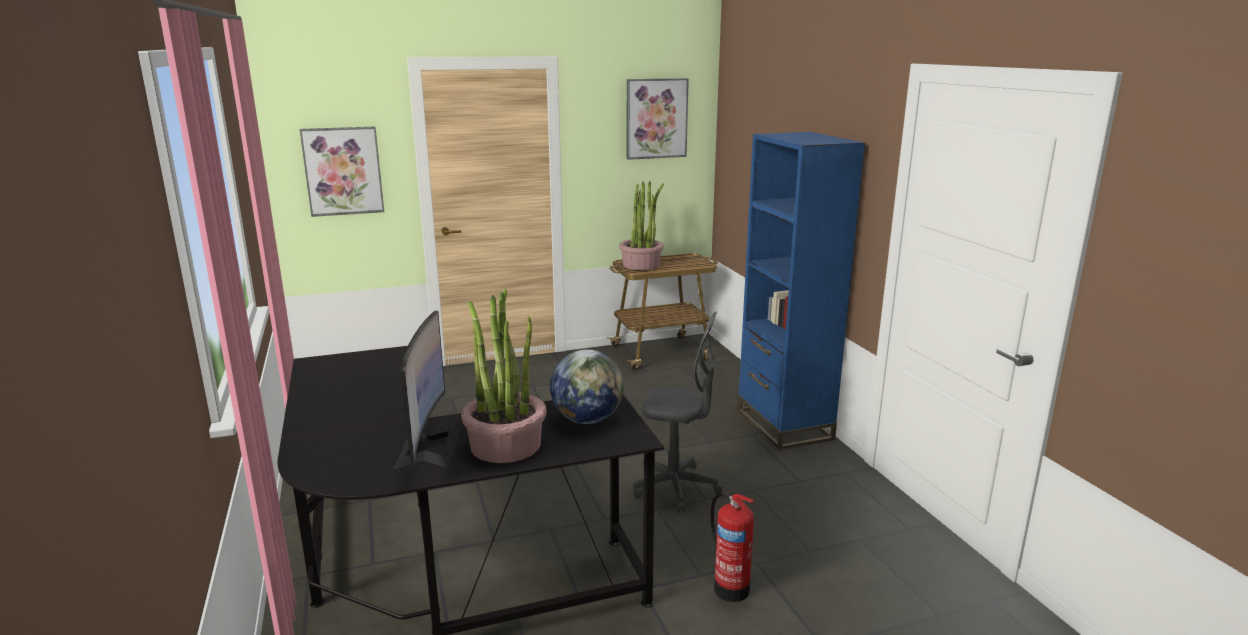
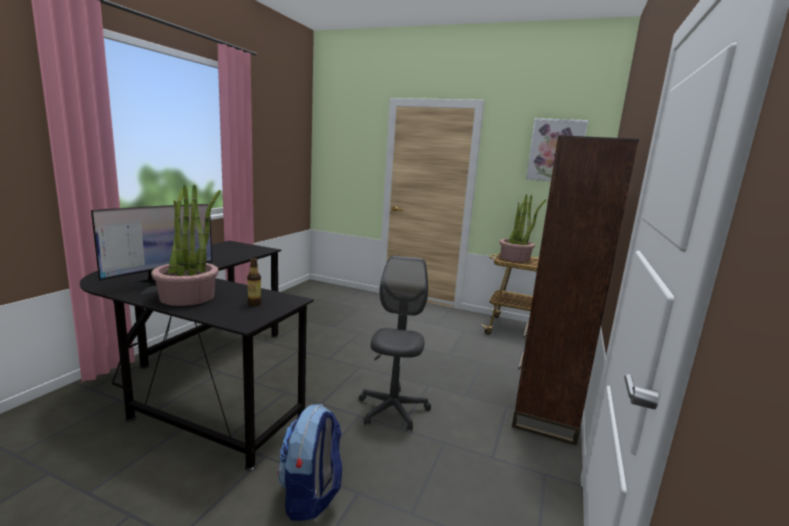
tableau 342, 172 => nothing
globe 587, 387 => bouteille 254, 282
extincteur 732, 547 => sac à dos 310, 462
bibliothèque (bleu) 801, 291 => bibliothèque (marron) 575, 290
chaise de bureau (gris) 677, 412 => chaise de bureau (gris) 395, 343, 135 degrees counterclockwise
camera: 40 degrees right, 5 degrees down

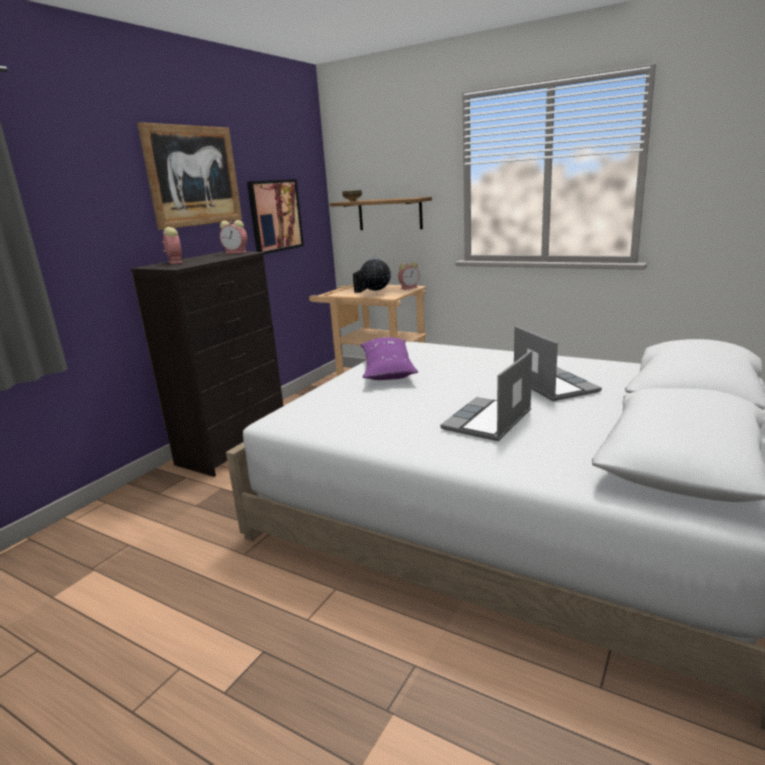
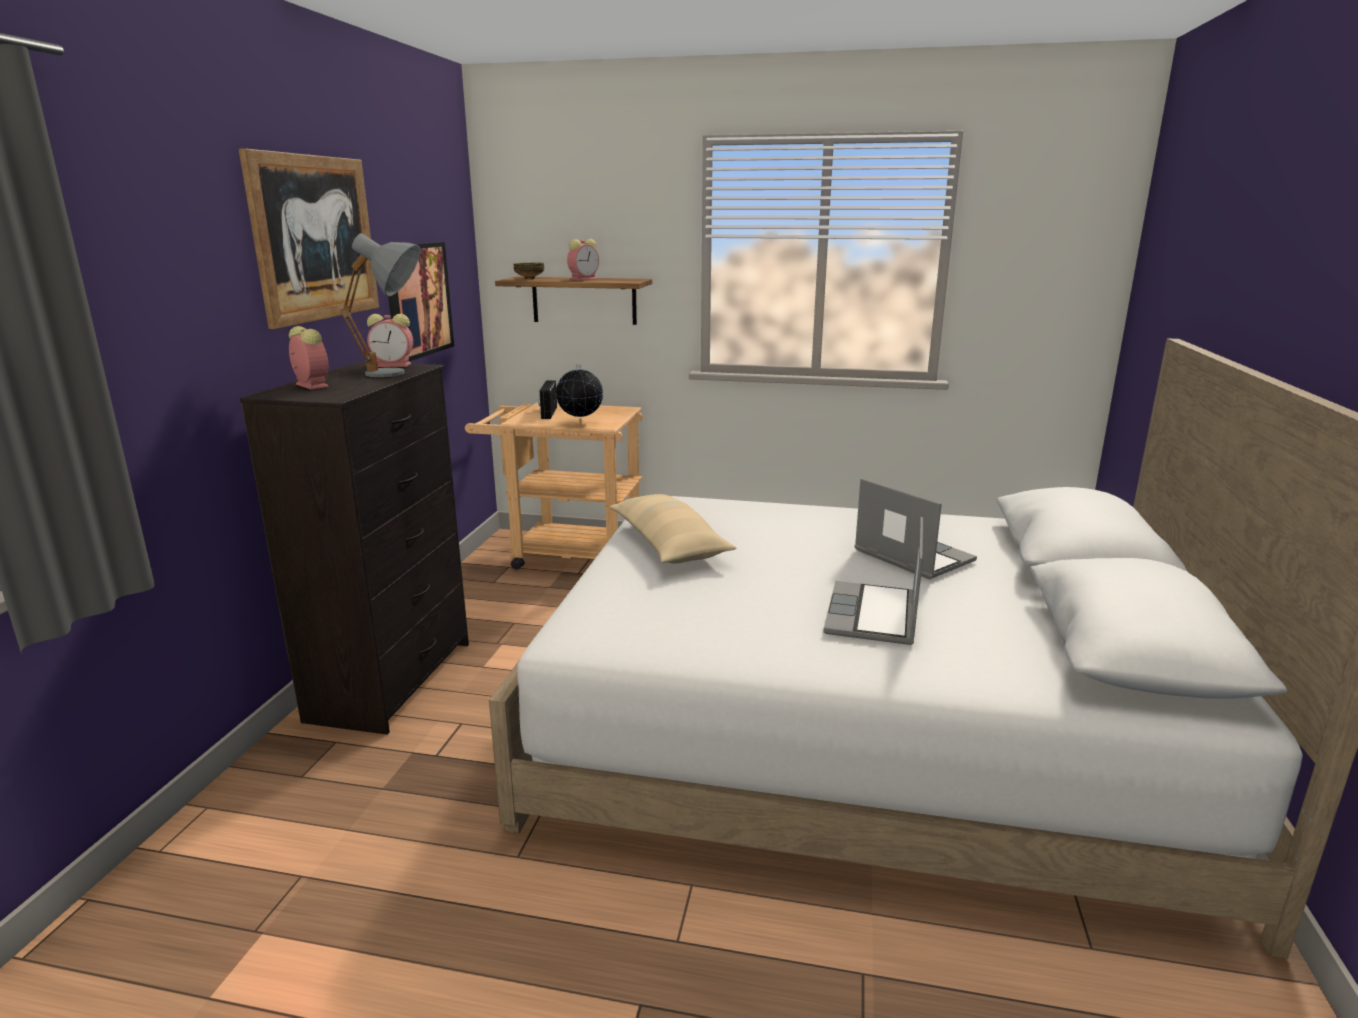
nothing => lampe de table (gris) 380, 305
réveil 409, 276 => réveil 583, 260, shifted
coussin (violet) 389, 358 => coussin (beige) 673, 529
camera: 20 degrees left, 0 degrees up

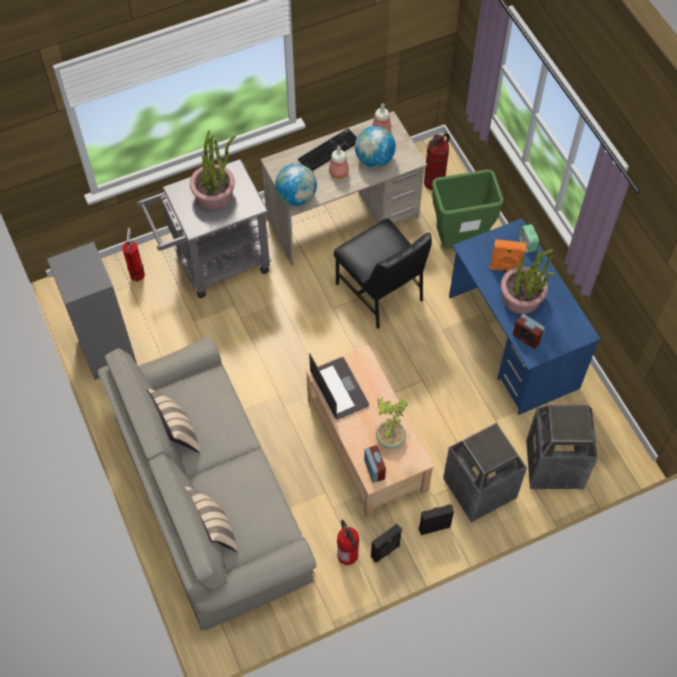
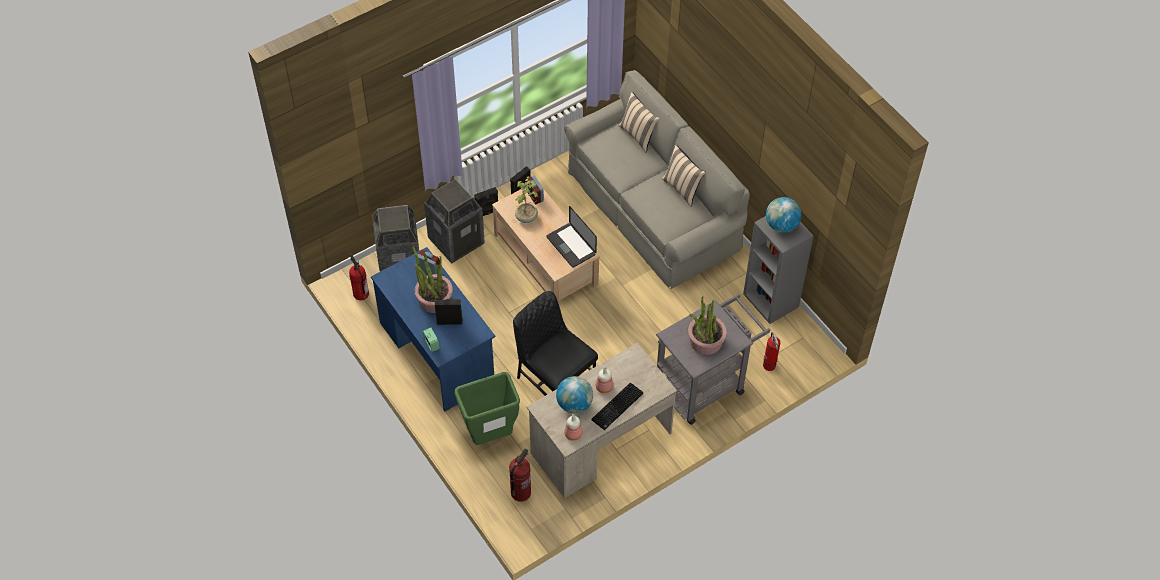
globe 296, 185 => globe 784, 215, shifted
extincteur 348, 542 => extincteur 359, 276, shifted
enceinte (orange) 508, 255 => enceinte (noir) 448, 312
camera: 170 degrees right, 5 degrees down

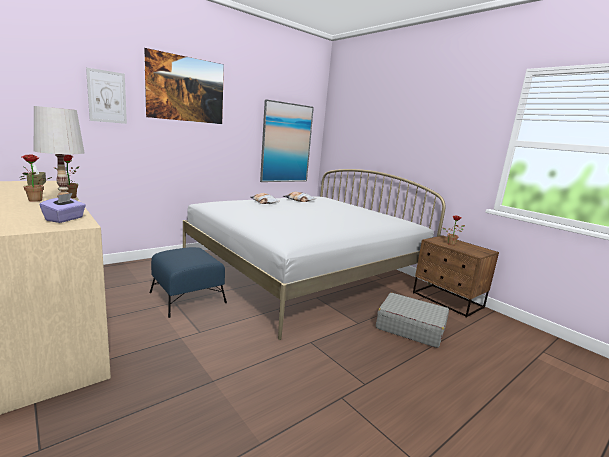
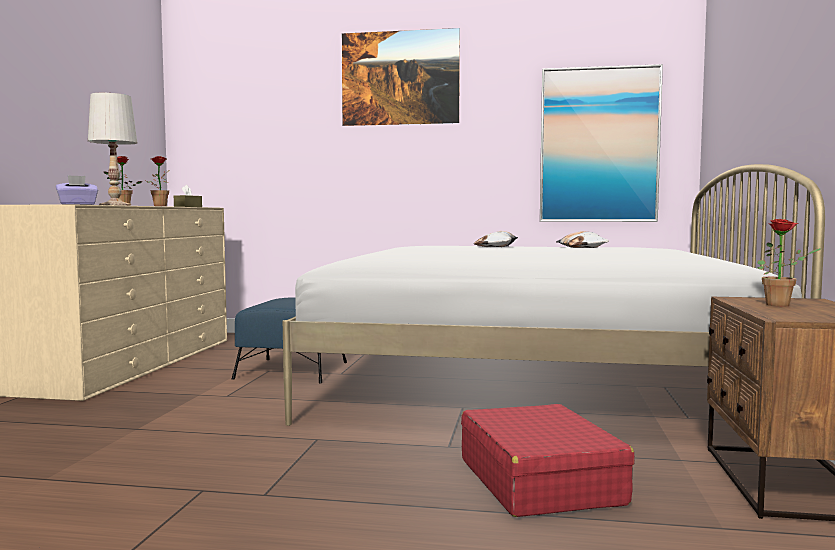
tableau 106, 95 => nothing
valise (gris) 412, 320 => valise (rouge) 548, 460
camera: 50 degrees right, 10 degrees down

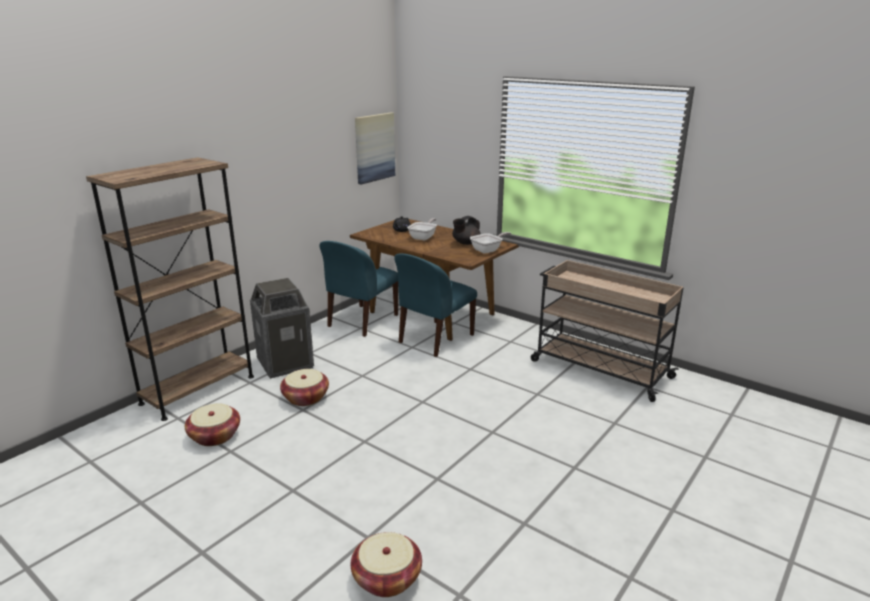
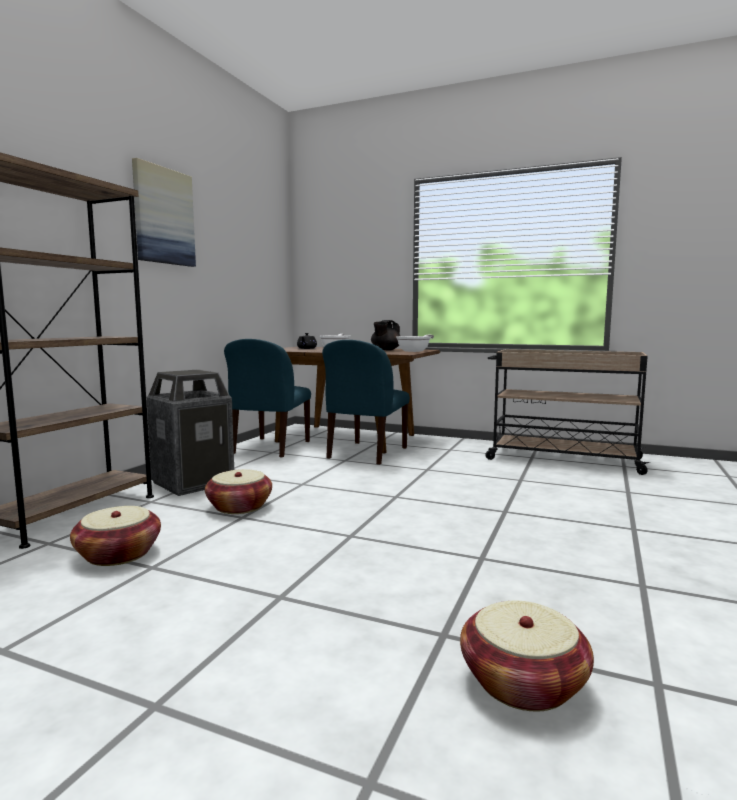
tableau 375, 149 => tableau 164, 212, shifted
camera: 15 degrees left, 15 degrees down

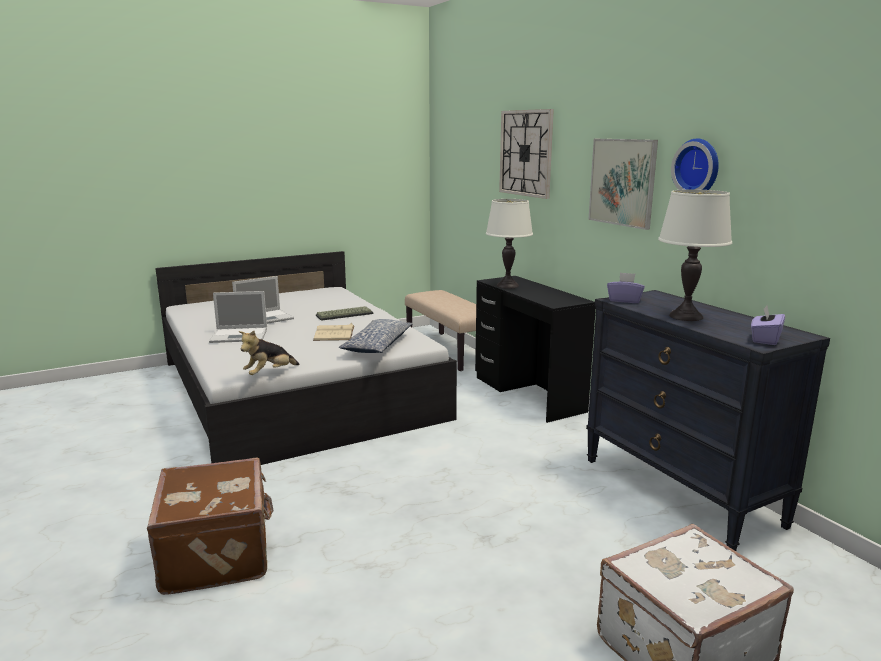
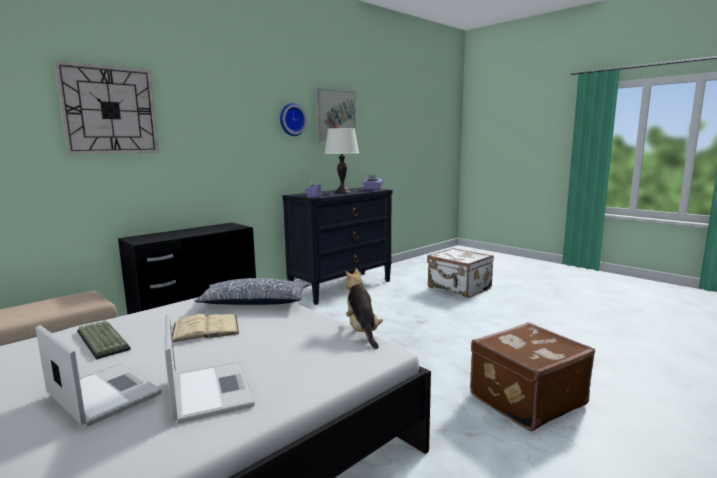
lampe de table (blanc) 509, 244 => nothing
tableau 623, 184 => tableau 336, 115, shifted
peluche 269, 353 => peluche 363, 309, 135 degrees counterclockwise
camera: 105 degrees left, 5 degrees down

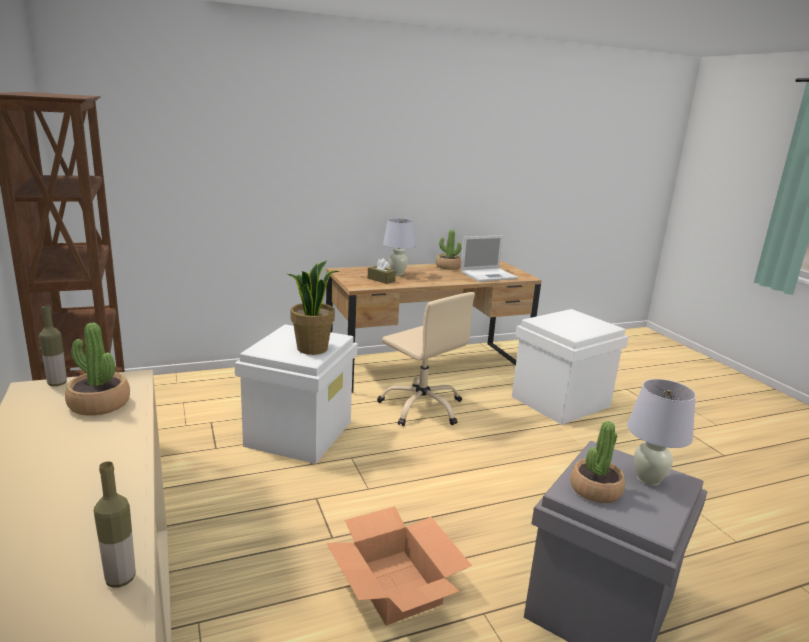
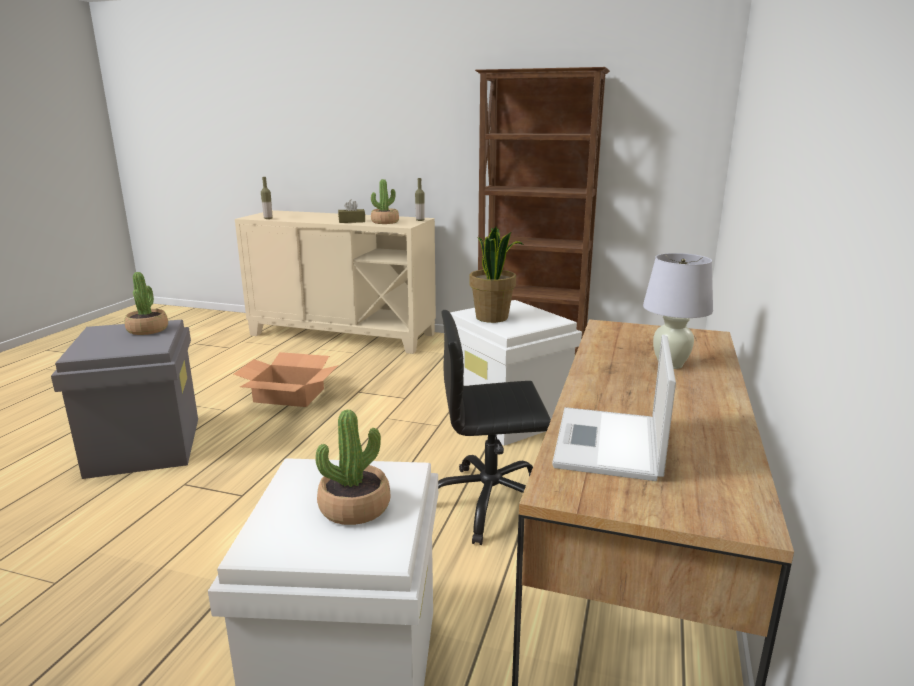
lampe de table (blanc) 661, 432 => nothing
boîte à mouchoirs (marron) 382, 271 => boîte à mouchoirs (marron) 351, 211, shifted
plante en pot 448, 249 => plante en pot 352, 467, shifted
chaise de bureau (beige) 426, 359 => chaise de bureau (noir) 494, 427
camera: 130 degrees right, 0 degrees up

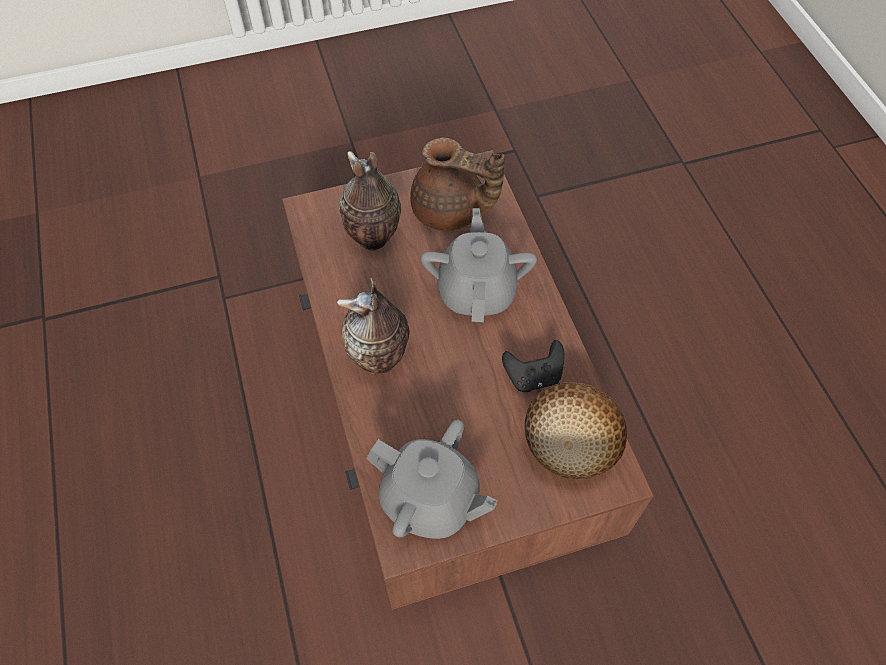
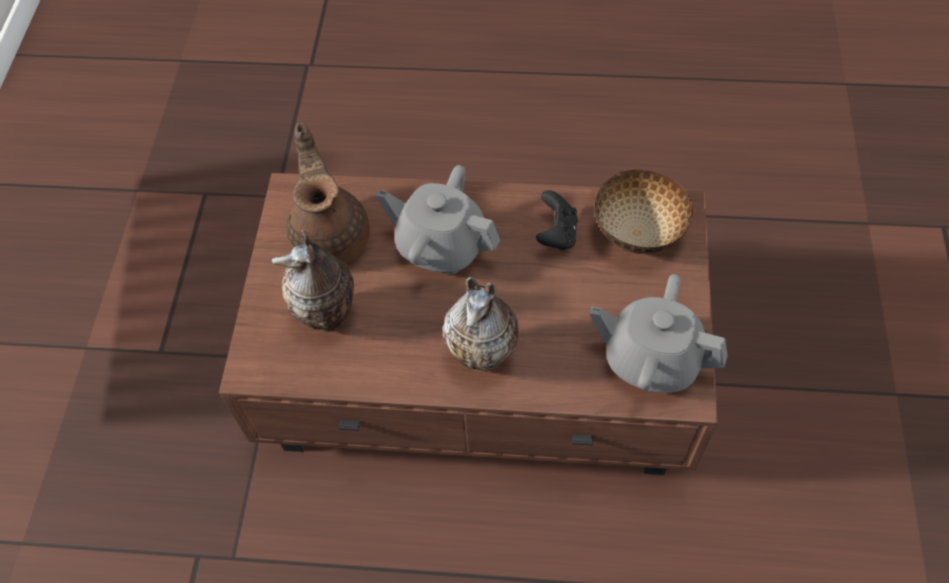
théière (gris) 432, 479 => théière (gris) 658, 333, 120 degrees counterclockwise
théière (marron) 457, 184 => théière (marron) 328, 193, 60 degrees counterclockwise
camera: 65 degrees left, 0 degrees up

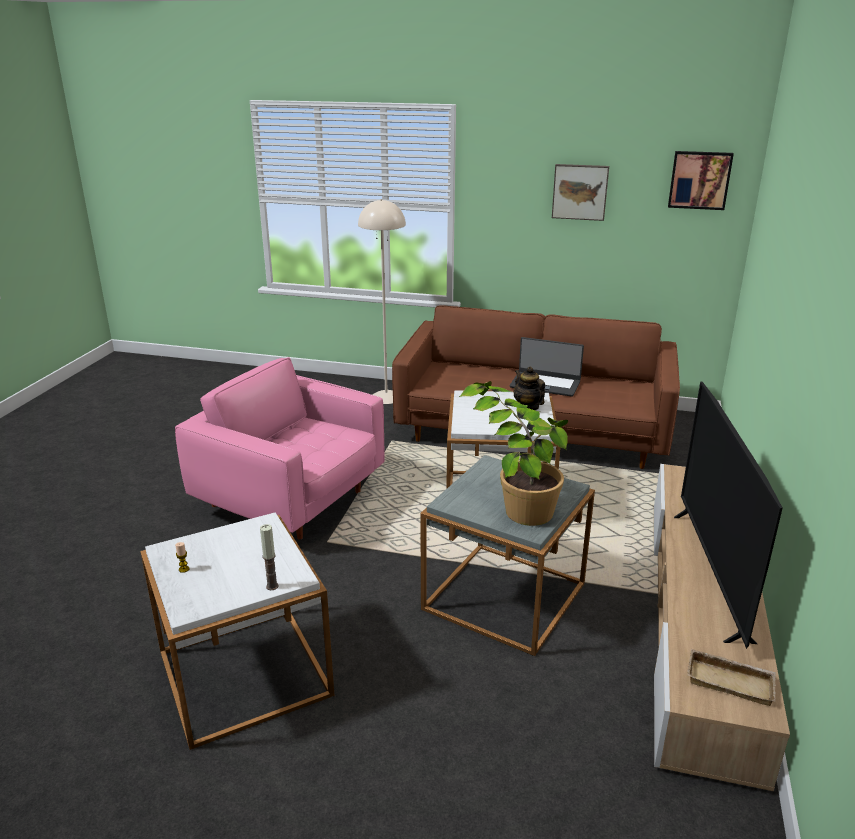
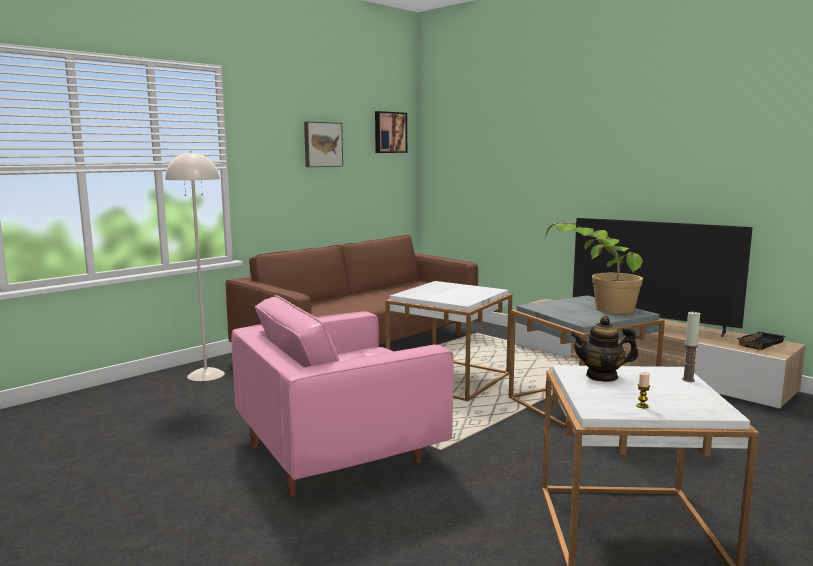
ordinateur portable 547, 367 => nothing
théière 529, 388 => théière 604, 349, shifted
plateau (beige) 731, 677 => plateau (noir) 761, 341
camera: 60 degrees left, 15 degrees down

